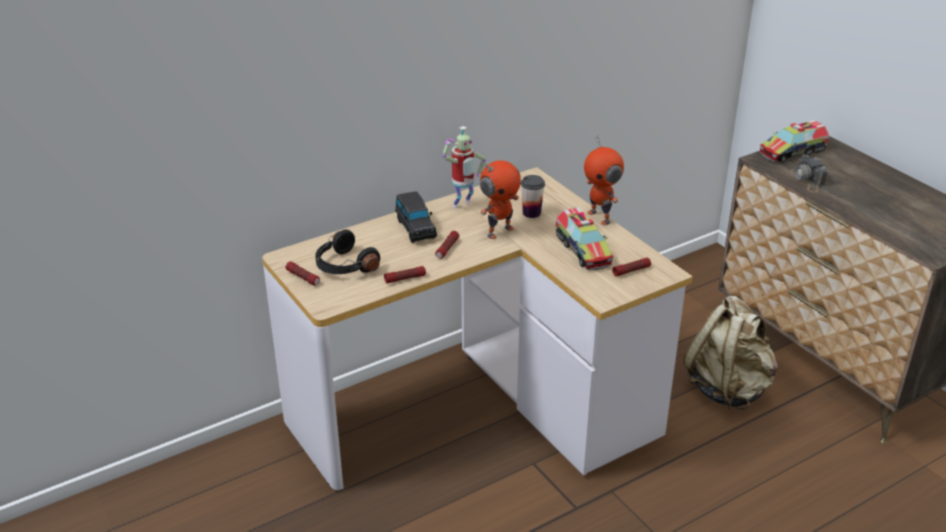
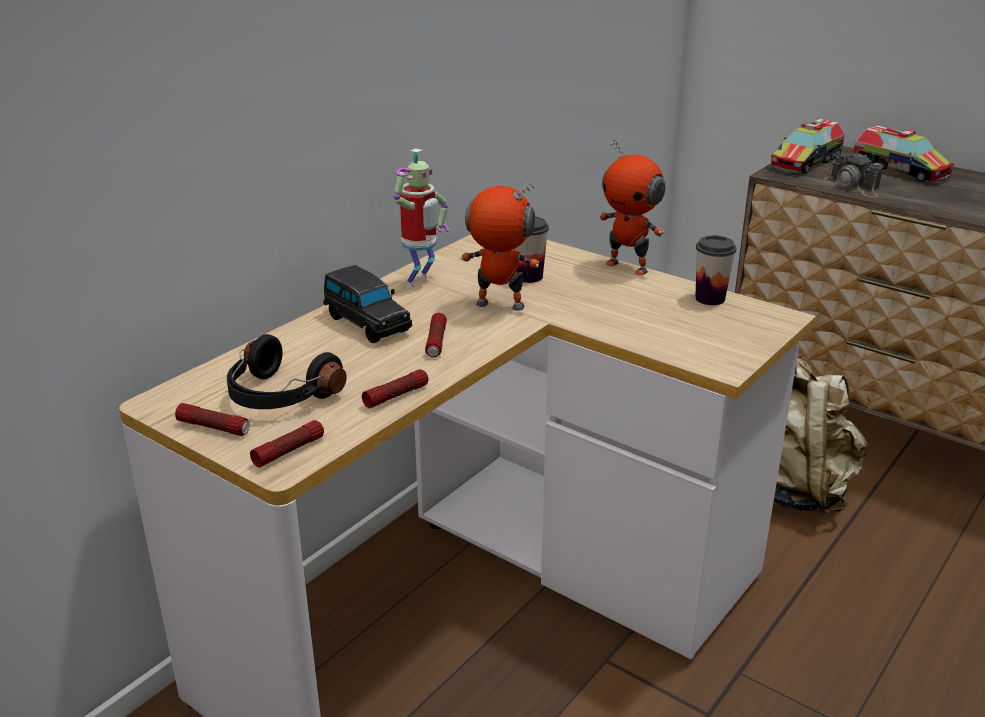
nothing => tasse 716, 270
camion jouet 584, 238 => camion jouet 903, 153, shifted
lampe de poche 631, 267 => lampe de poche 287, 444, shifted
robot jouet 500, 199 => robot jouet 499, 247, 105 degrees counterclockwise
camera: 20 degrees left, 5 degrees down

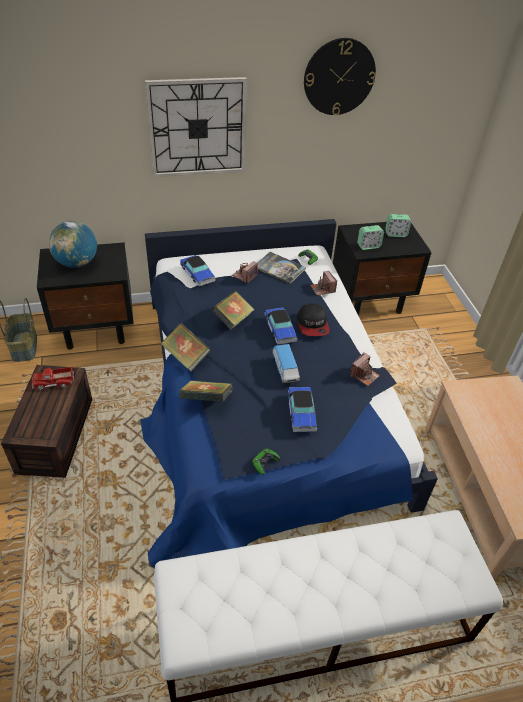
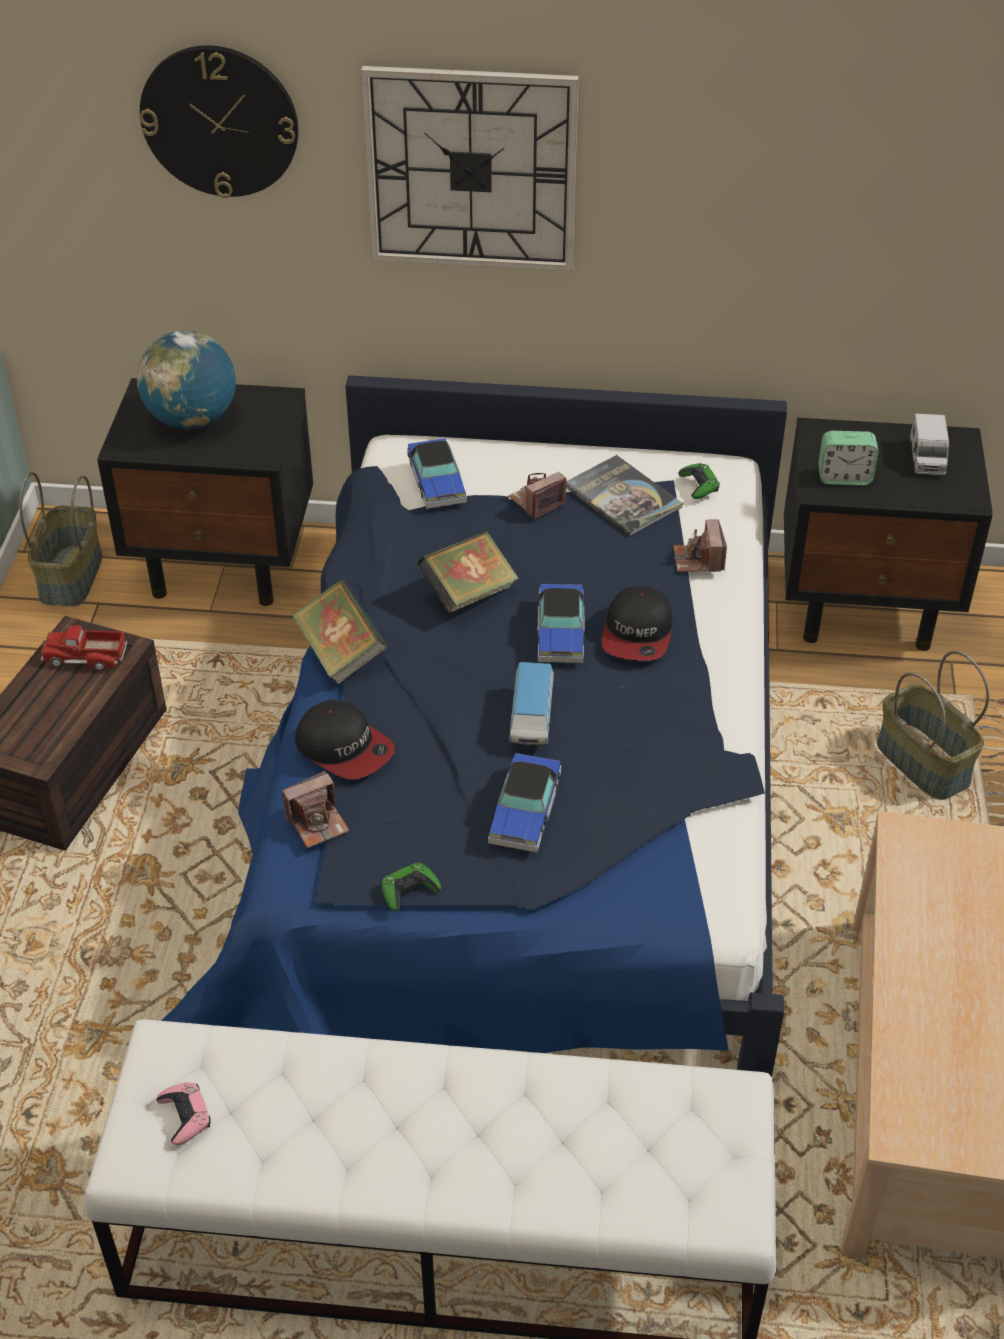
nothing => manette (rose) 183, 1113
nothing => panier 933, 725
horloge murale 340, 76 => horloge murale 219, 121, shifted
appareil photo 365, 369 => appareil photo 316, 809, shifted
livre 206, 390 => casquette 345, 739
réveil 398, 225 => camion jouet 931, 444
camera: 20 degrees right, 0 degrees up

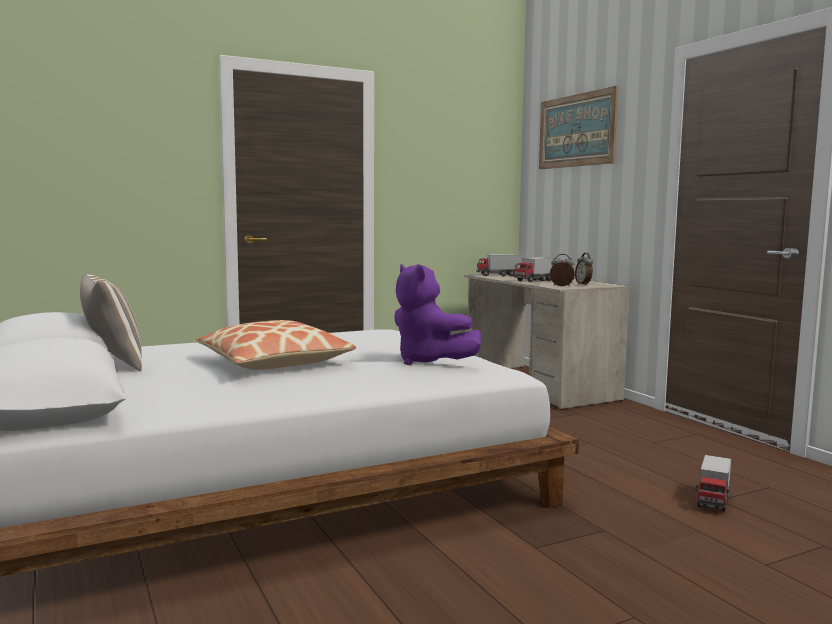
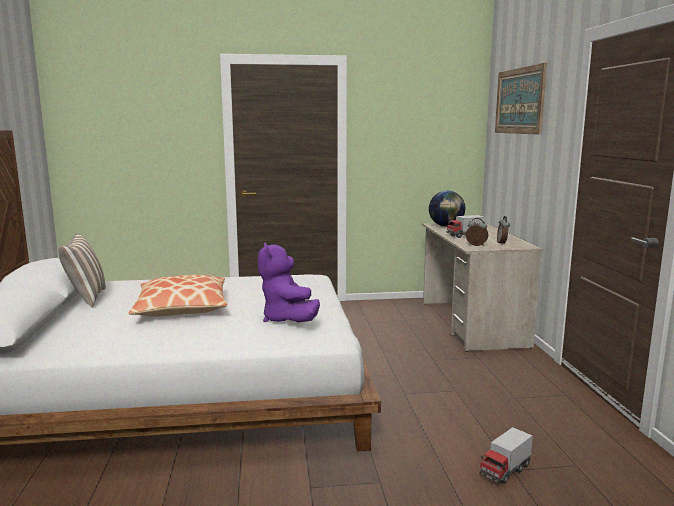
camion jouet 497, 265 => globe 447, 209
camera: 20 degrees right, 5 degrees up

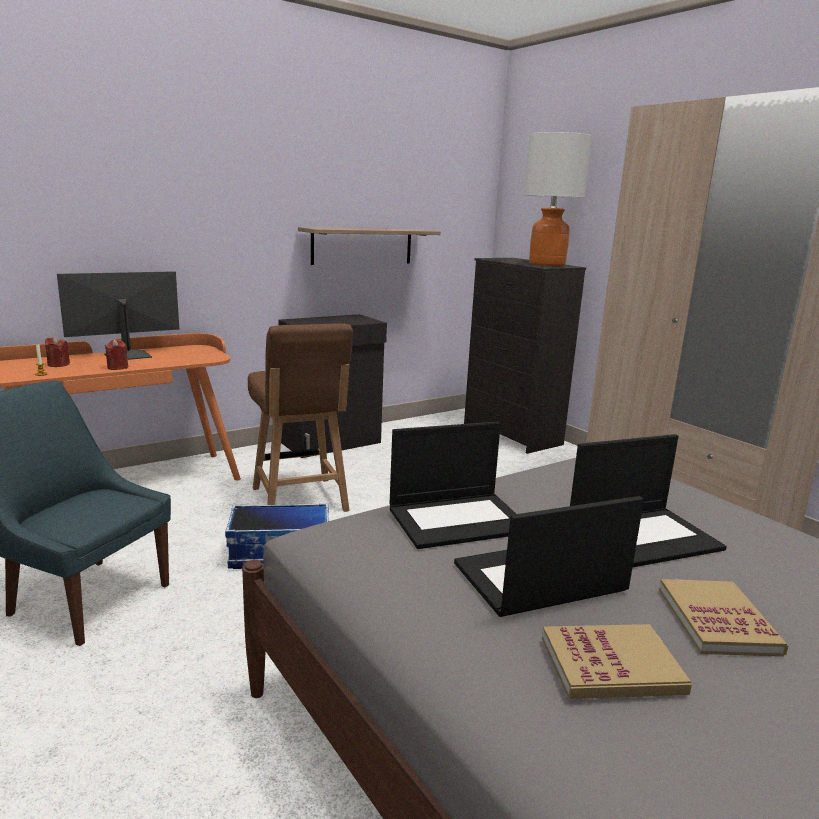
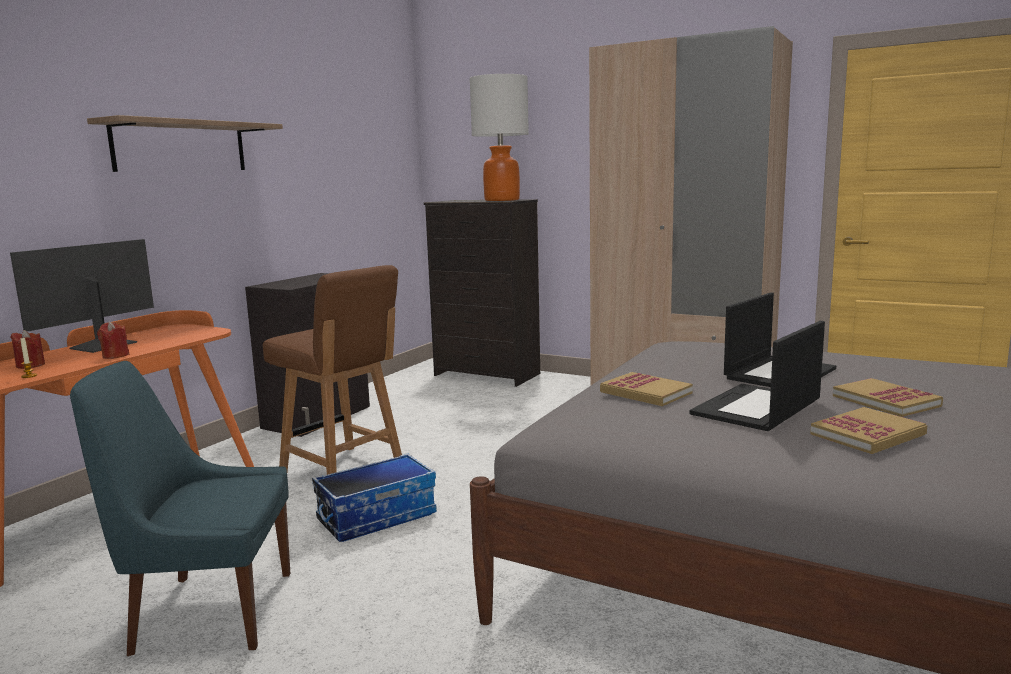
étagère 369, 246 => étagère 185, 143, shifted
ordinateur portable 452, 485 => livre 646, 389
camera: 25 degrees left, 5 degrees down

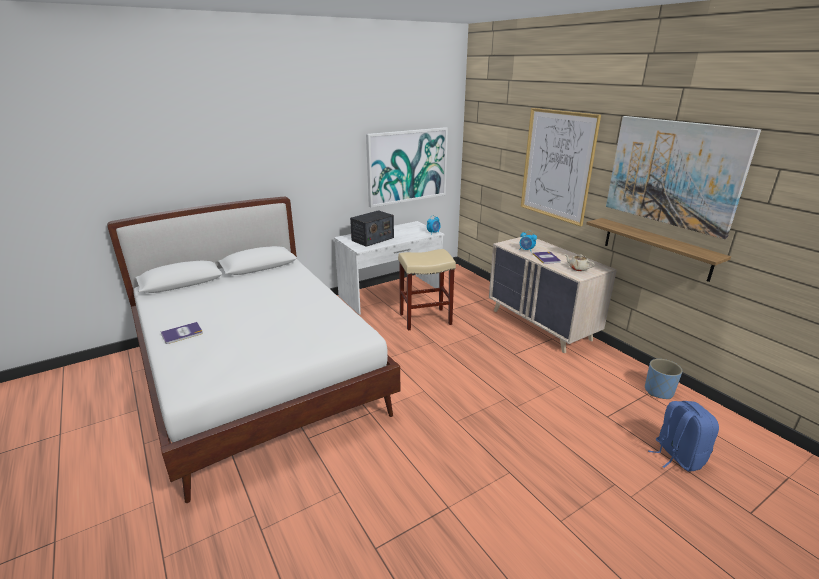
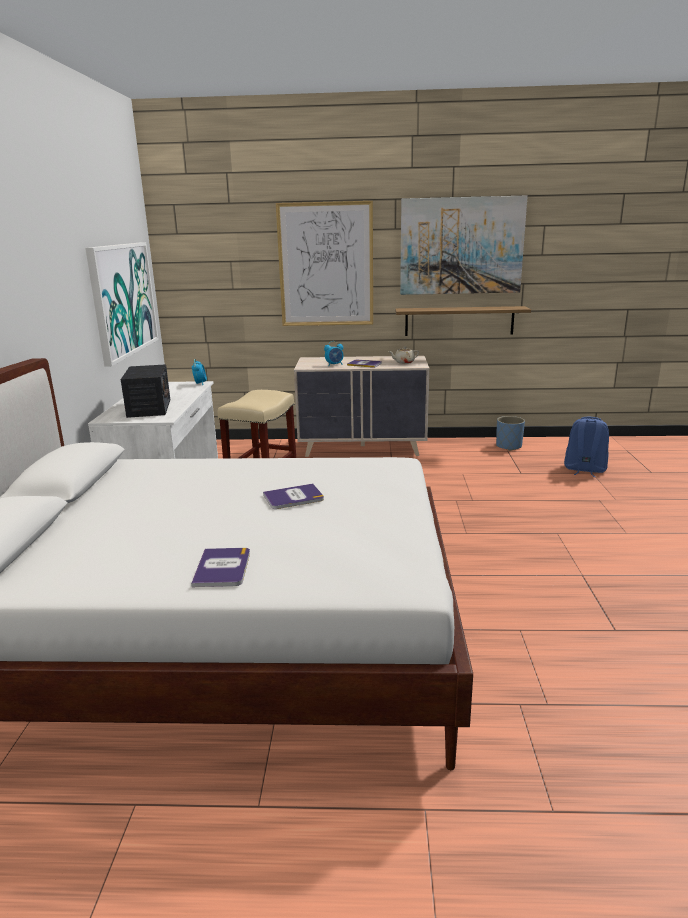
nothing => livre 293, 496
camera: 55 degrees left, 5 degrees down

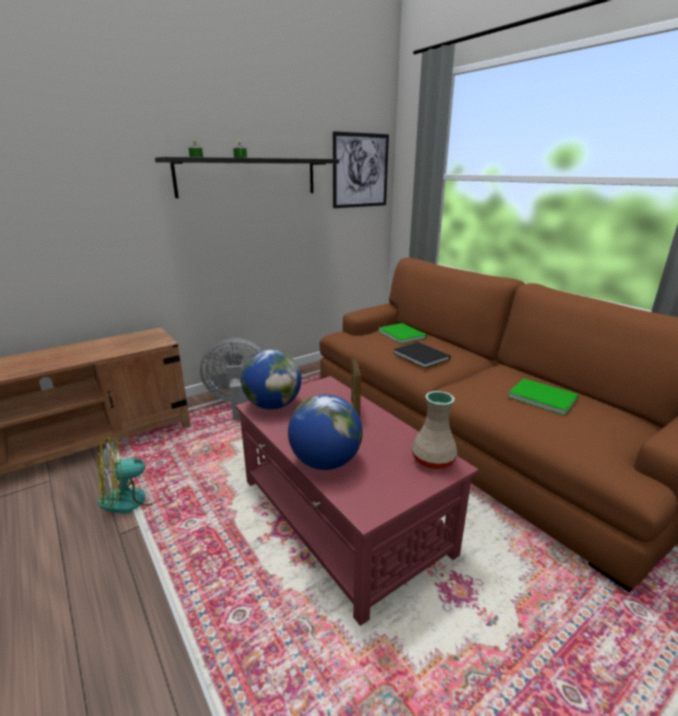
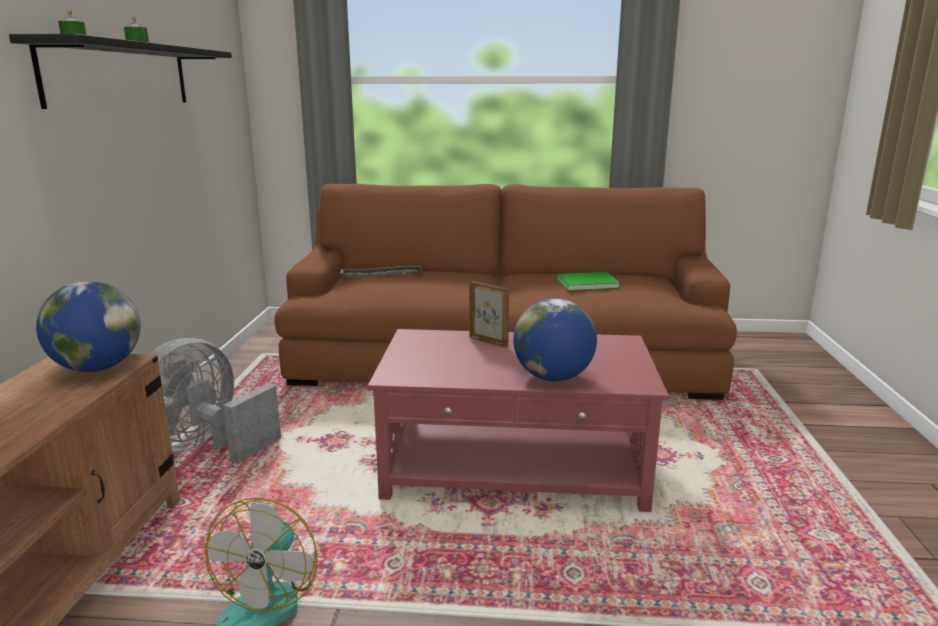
tableau 361, 169 => nothing
livre (noir) 422, 355 => nothing
vase (beige) 434, 430 => nothing
globe 271, 380 => globe 88, 326, shifted
livre (vert) 402, 333 => plateau 381, 272
camera: 50 degrees left, 5 degrees down

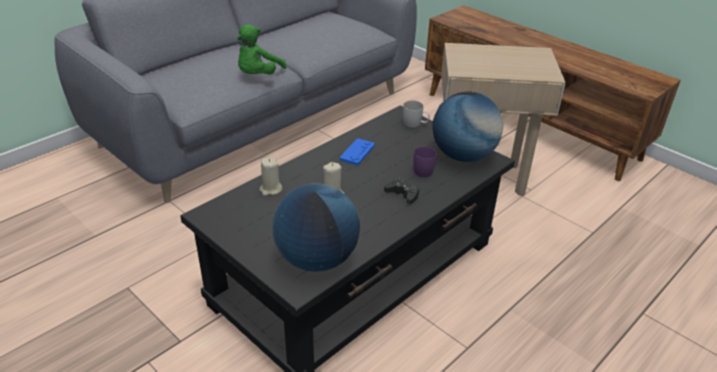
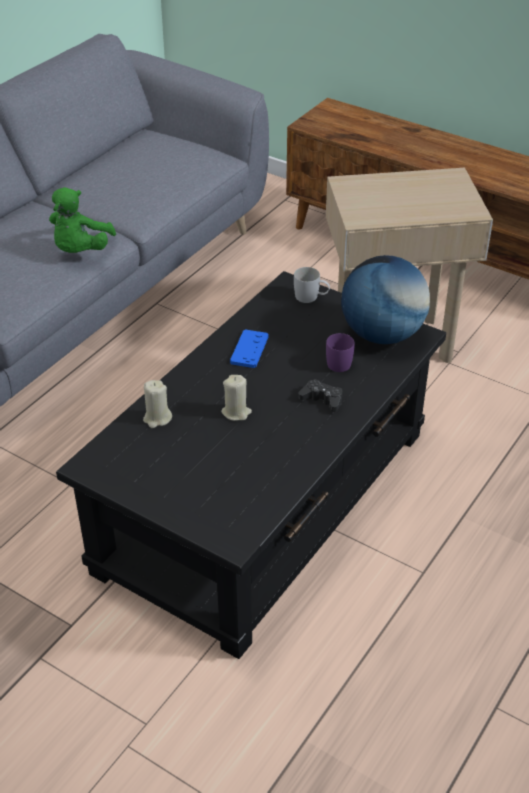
globe 316, 227 => nothing
camera: 10 degrees left, 5 degrees up

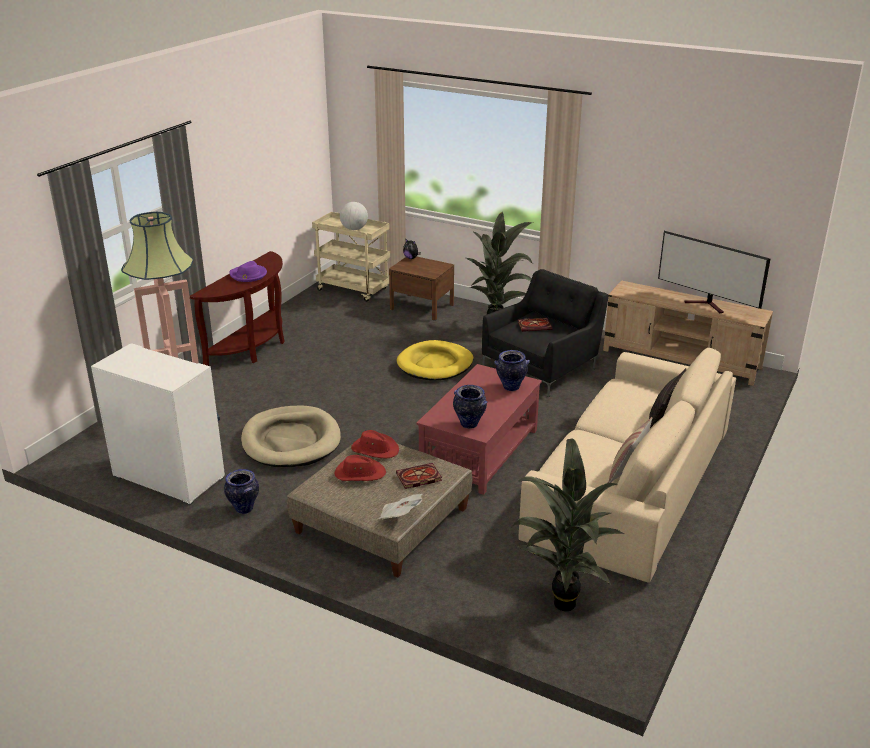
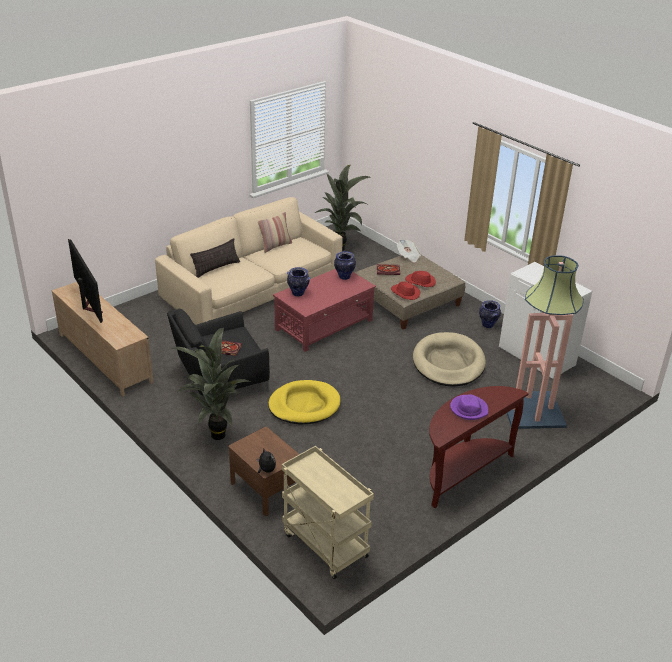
globe 354, 216 => nothing
camera: 160 degrees left, 5 degrees up

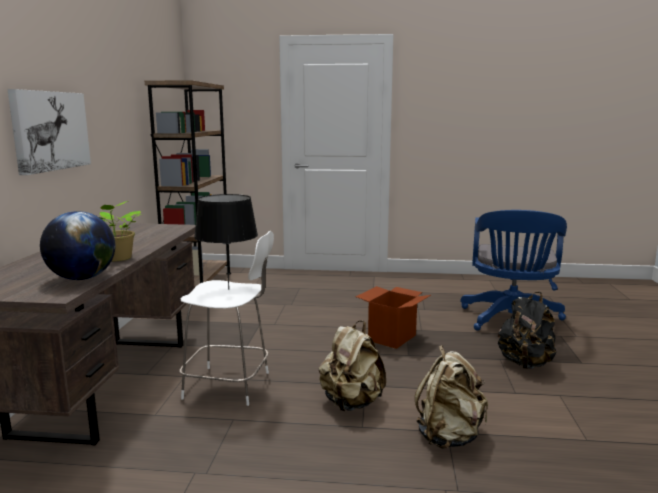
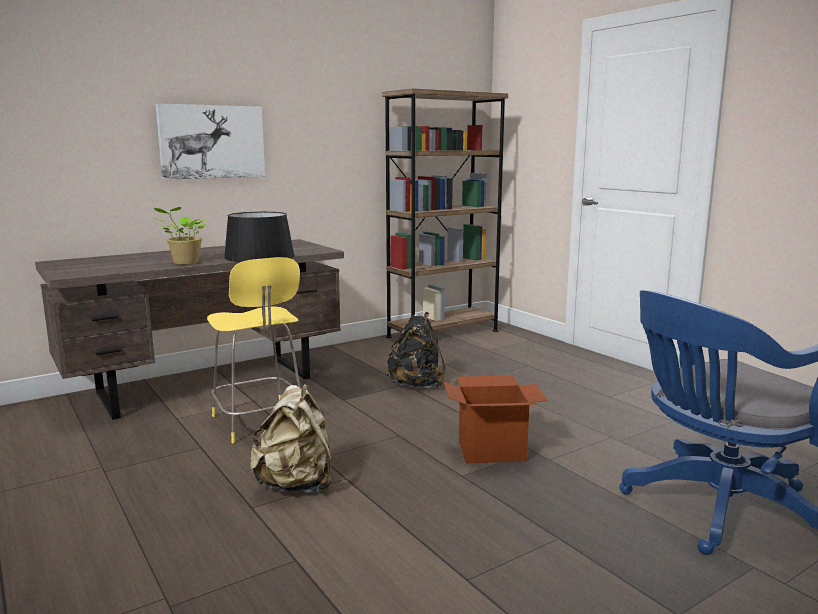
globe 77, 245 => nothing
sac à dos (beige) 451, 397 => nothing
sac à dos (noir) 527, 330 => sac à dos (noir) 416, 350, shifted
tabouret (blanc) 226, 318 => tabouret (jaune) 253, 350
camera: 50 degrees right, 0 degrees up

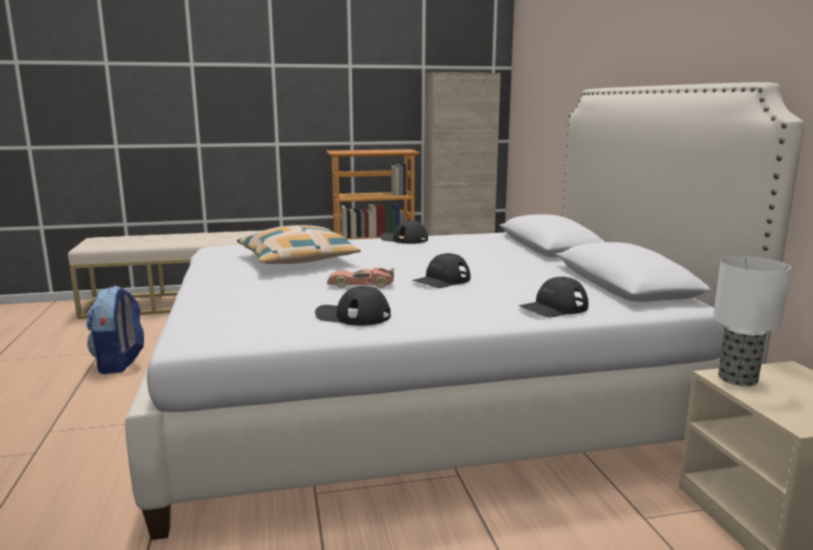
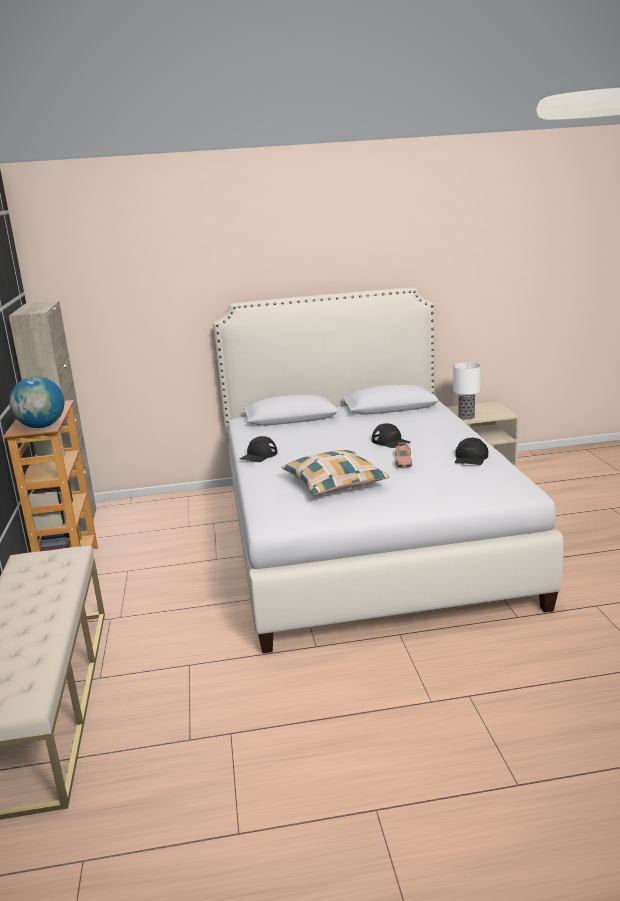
sac à dos 115, 330 => nothing
casquette (noir) 553, 297 => nothing
nothing => globe 36, 402
camera: 85 degrees left, 5 degrees up

